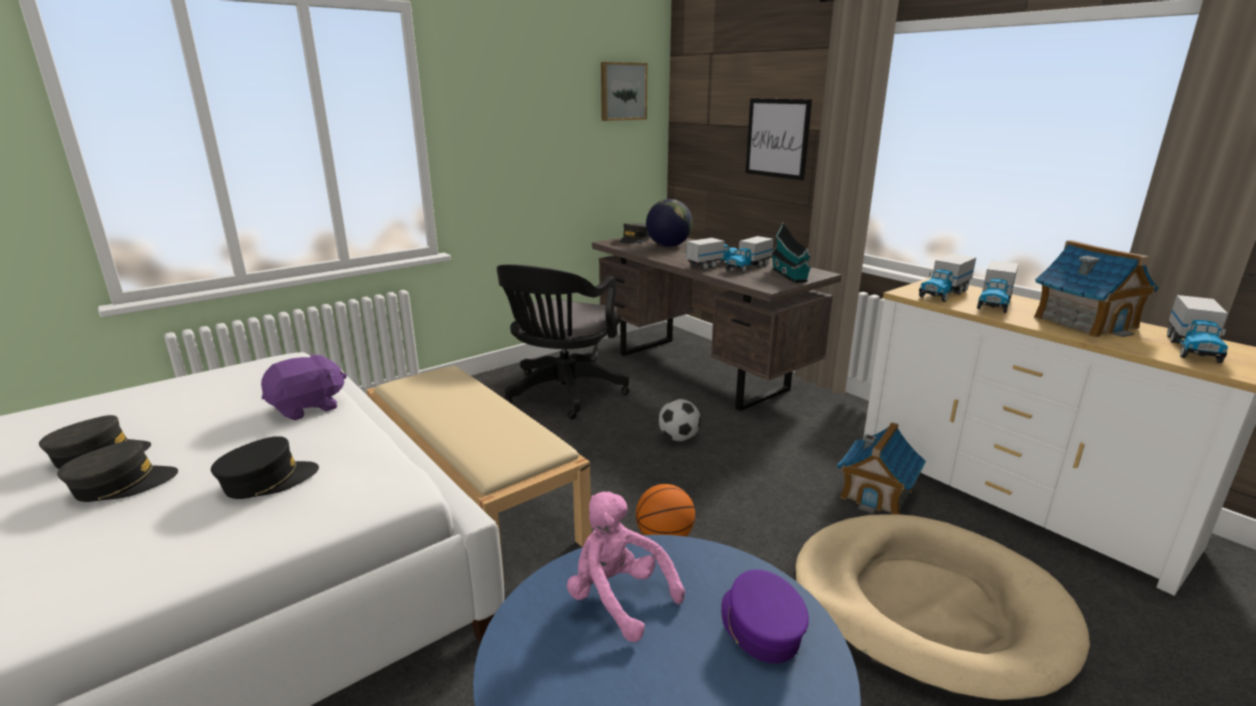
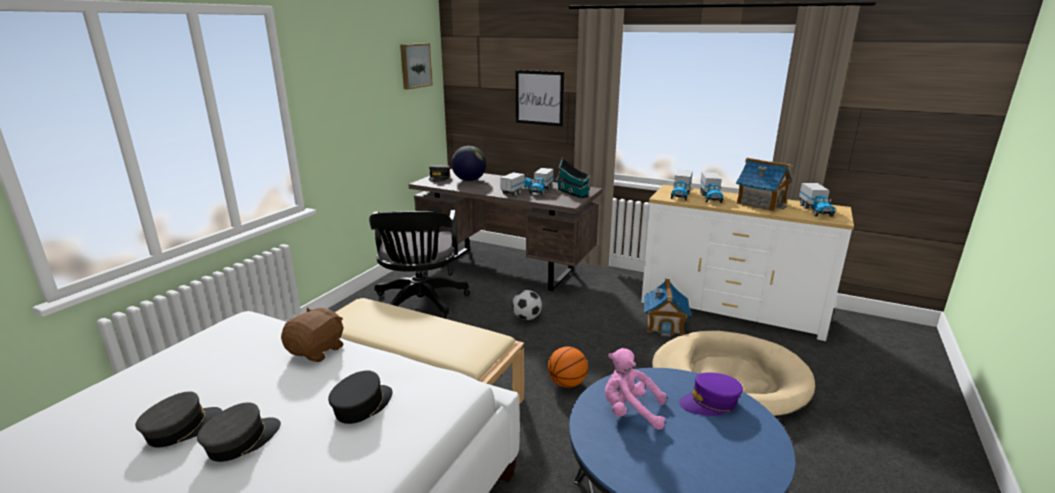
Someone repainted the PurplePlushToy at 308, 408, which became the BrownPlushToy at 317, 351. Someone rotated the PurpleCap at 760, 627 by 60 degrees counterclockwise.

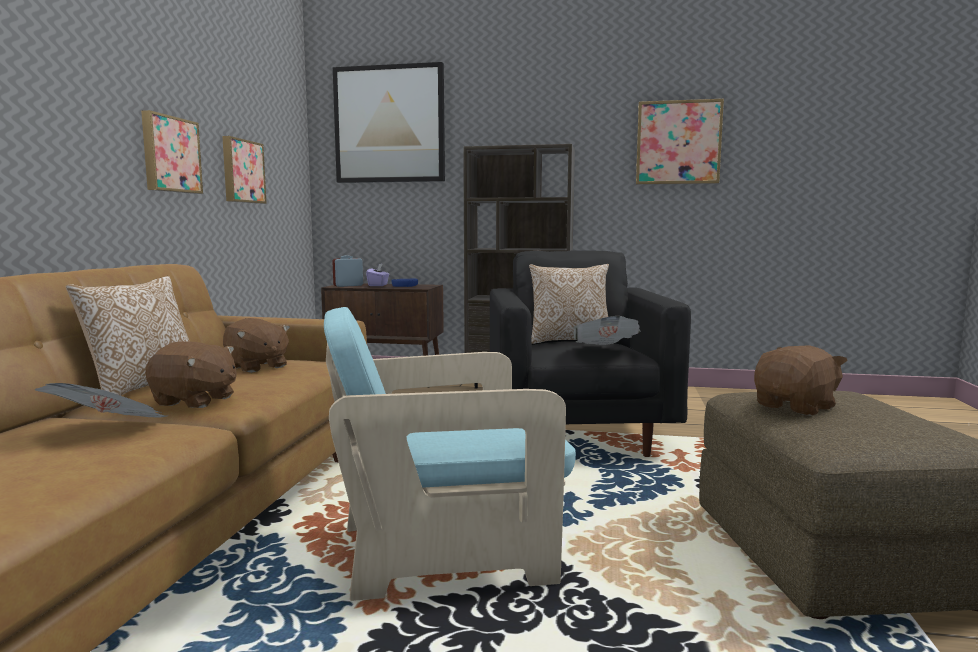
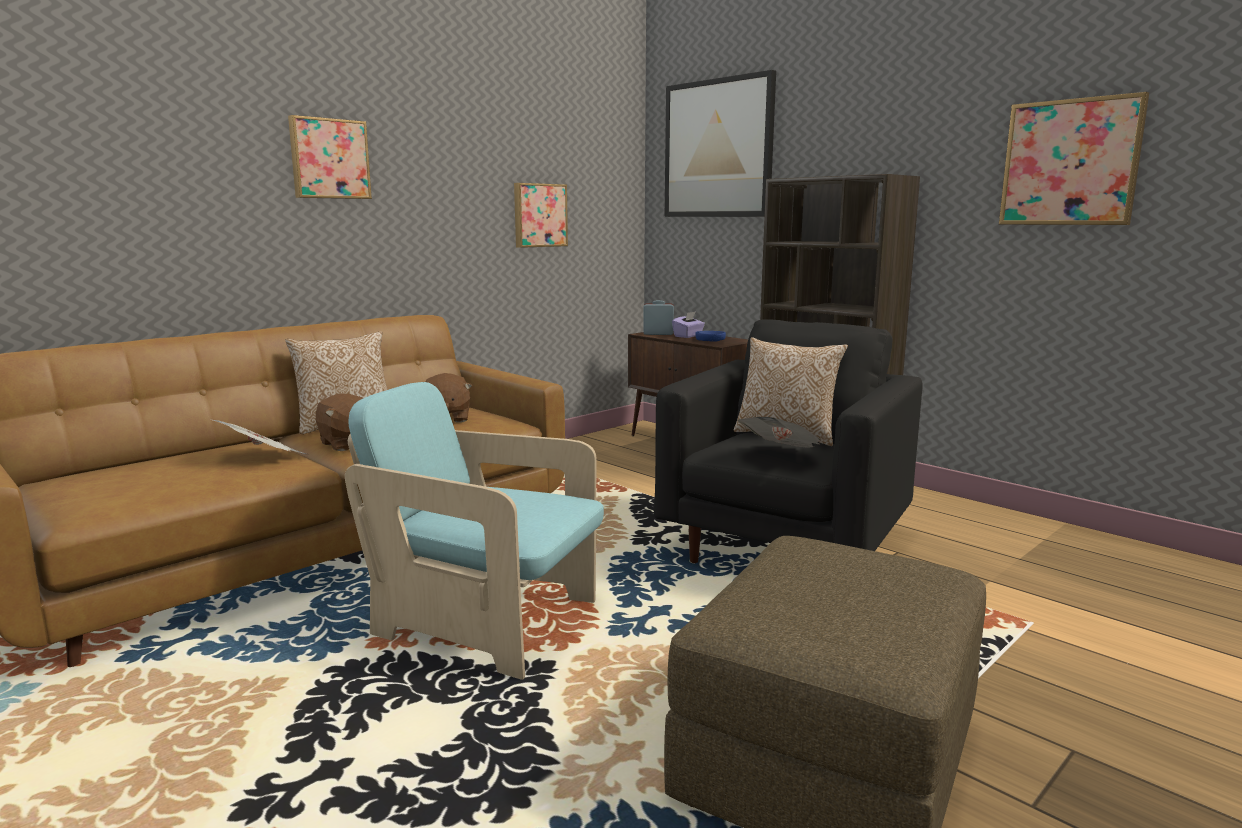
Someone carried the Picture from 170, 154 to 329, 159. Someone took away the BrownPlushToy at 796, 407.

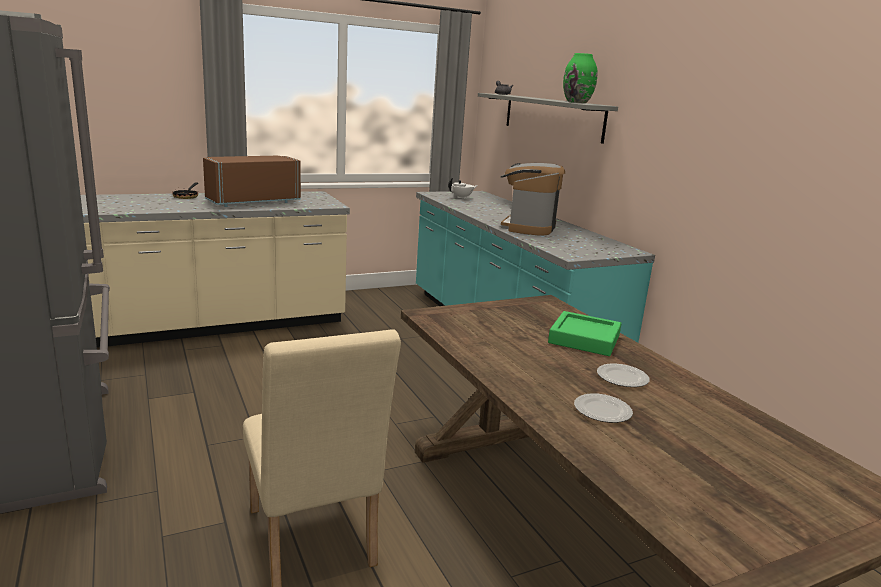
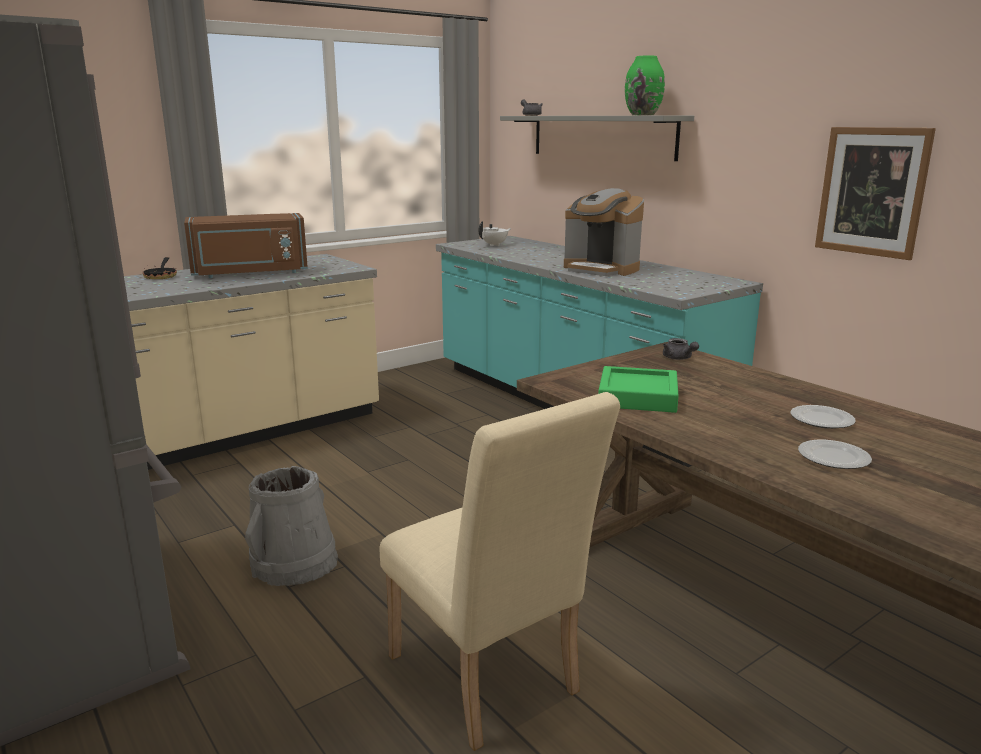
Someone rotated the BrownMicrowave at 252, 201 by 150 degrees counterclockwise. Someone put down the GreyBucket at 294, 563. Someone rotated the CoffeeMachine at 527, 228 by 60 degrees counterclockwise. Someone carried the GreenTray from 584, 339 to 637, 397. Someone put down the GreyTeapot at 679, 358. Someone put up the Picture at 872, 191.

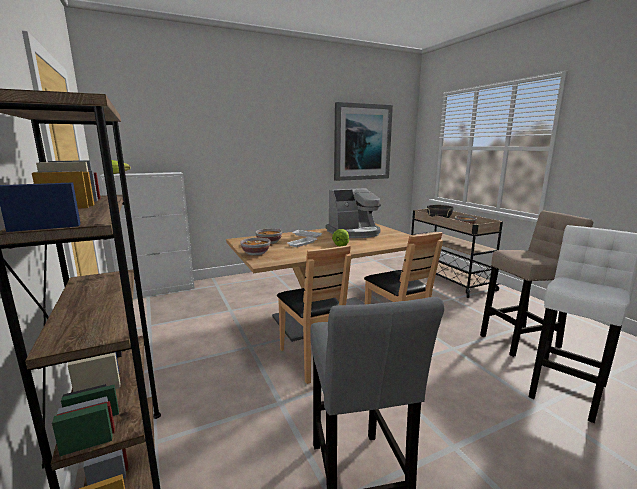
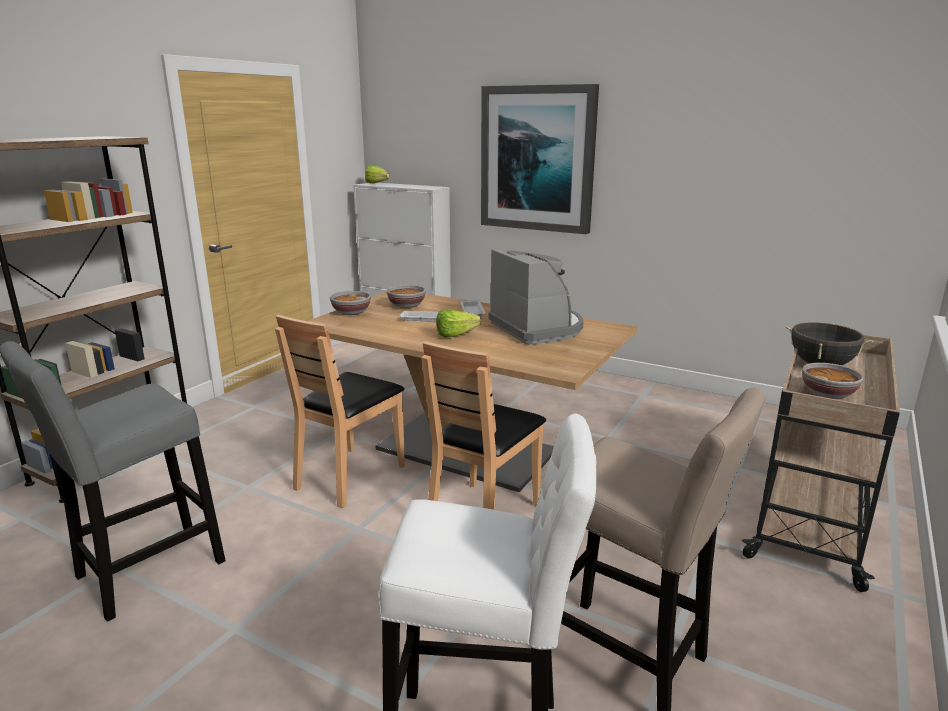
Someone carried the Picture from 362, 142 to 537, 159. Someone rotated the CoffeeMachine at 354, 233 by 150 degrees counterclockwise.

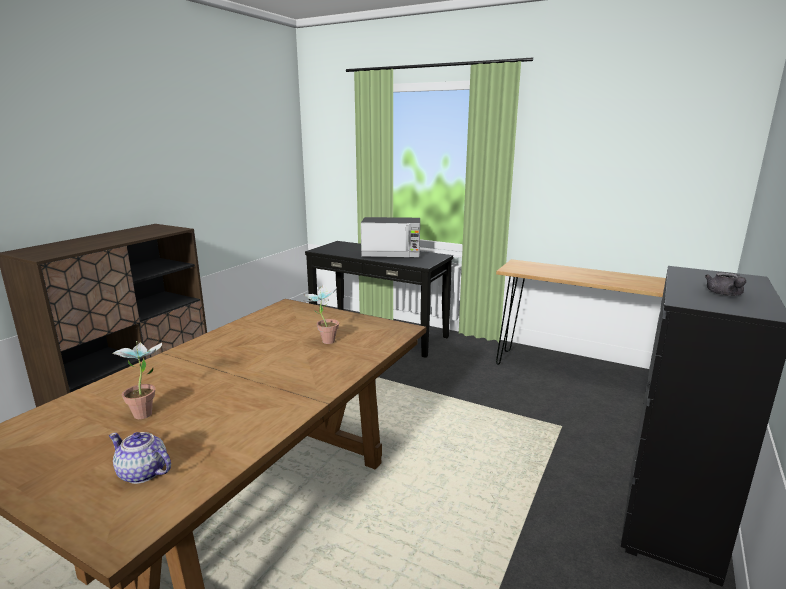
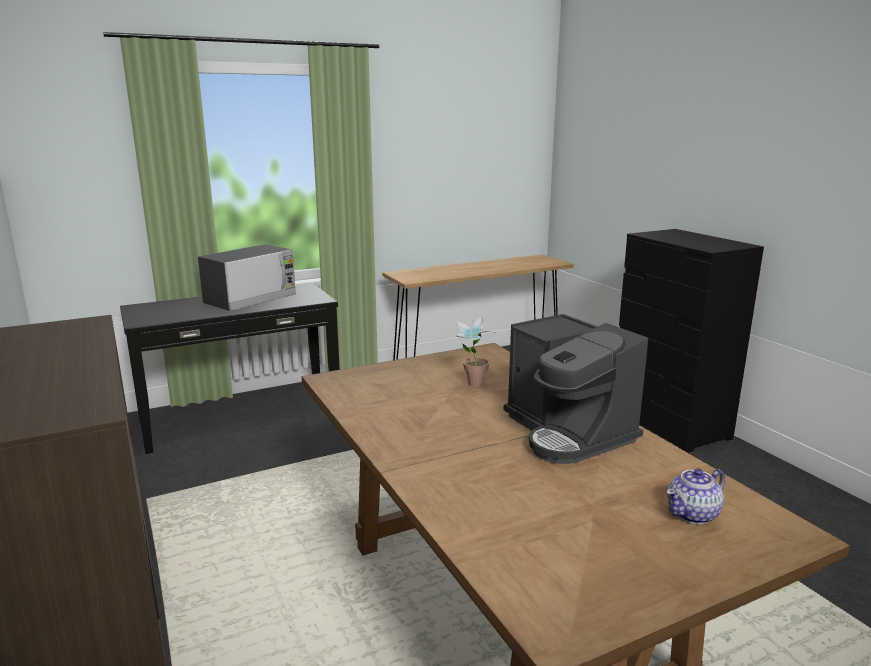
Someone put down the CoffeeMachine at 568, 432. Someone took away the PottedPlant at 147, 411. Someone took away the GreyTeapot at 725, 294.

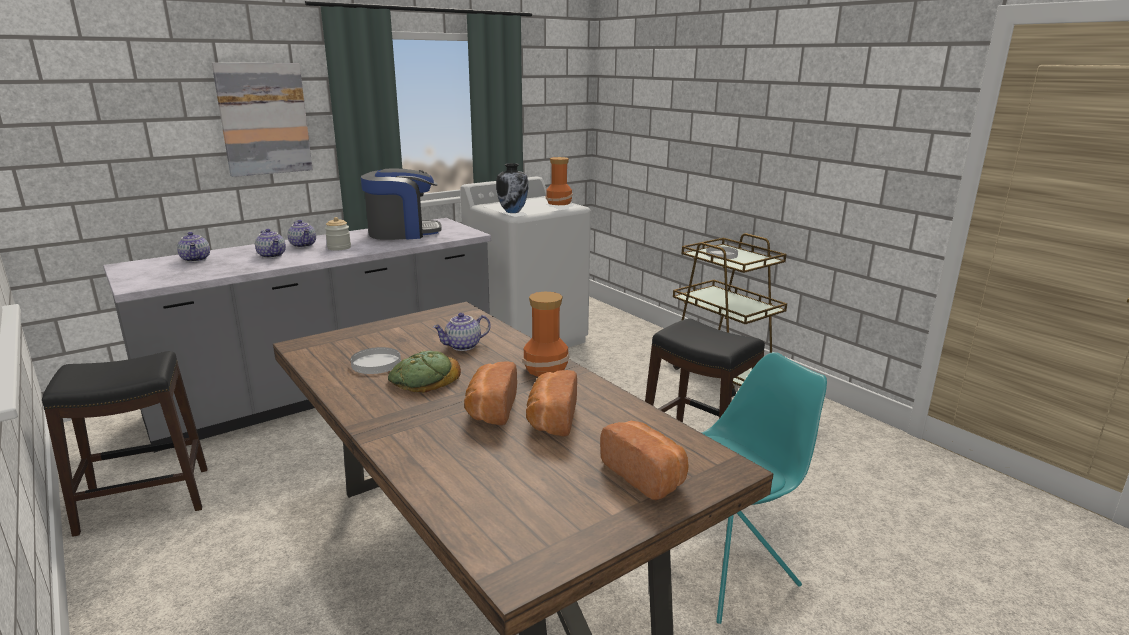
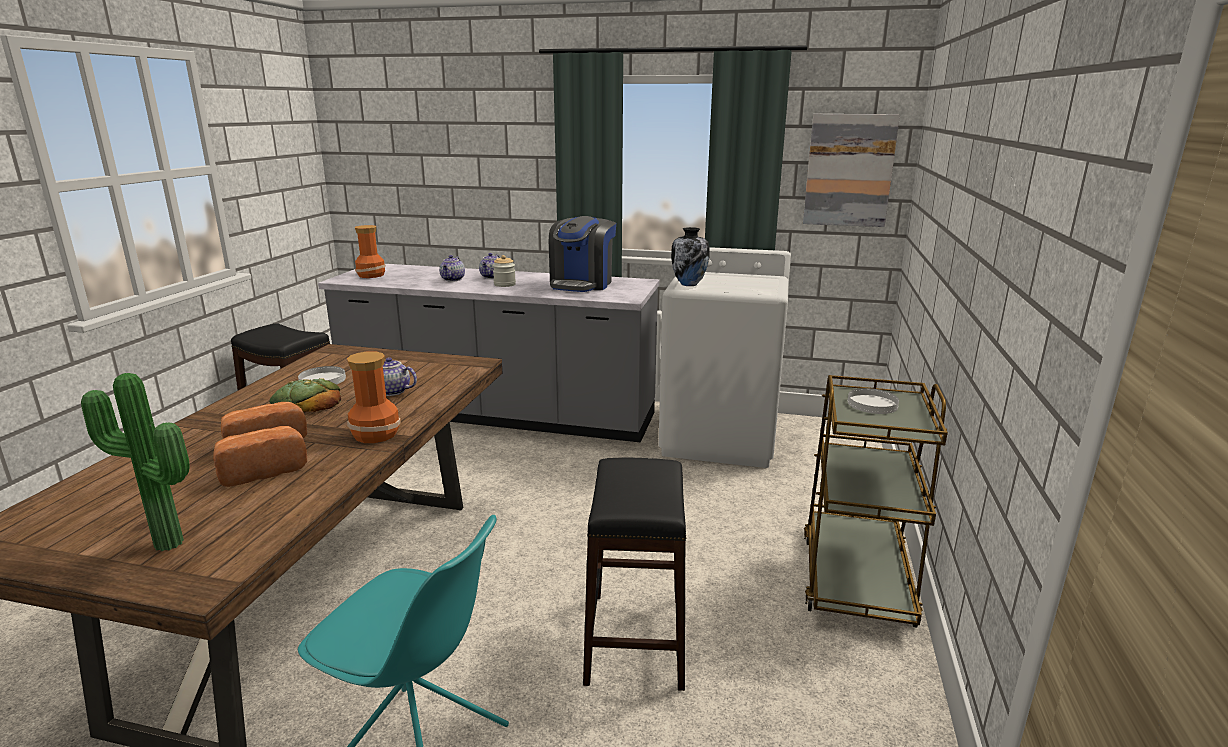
Someone swapped the Bread at 646, 475 for the PottedPlant at 164, 546. Someone carried the Vase from 559, 203 to 371, 275. Someone rotated the CoffeeMachine at 403, 233 by 75 degrees clockwise. Someone carried the Picture from 264, 119 to 849, 170. Someone took away the Teapot at 196, 259.

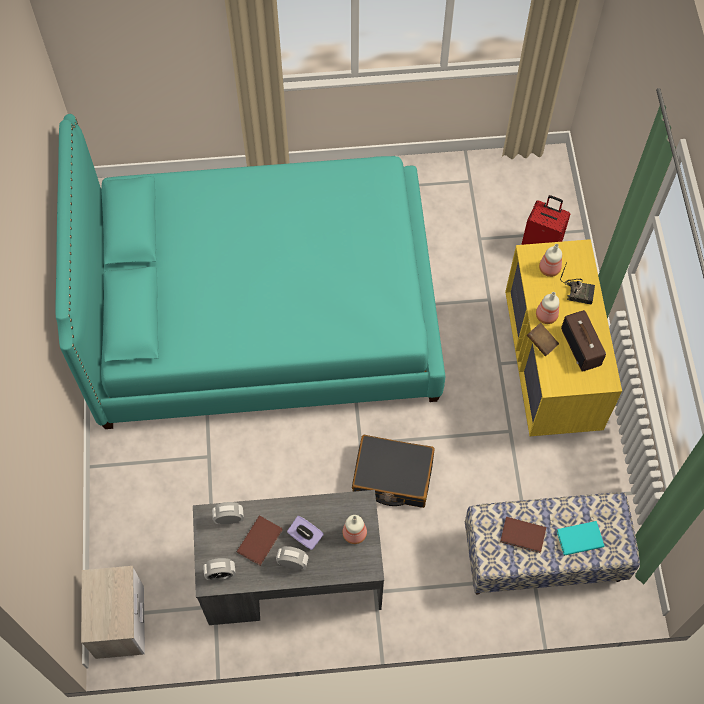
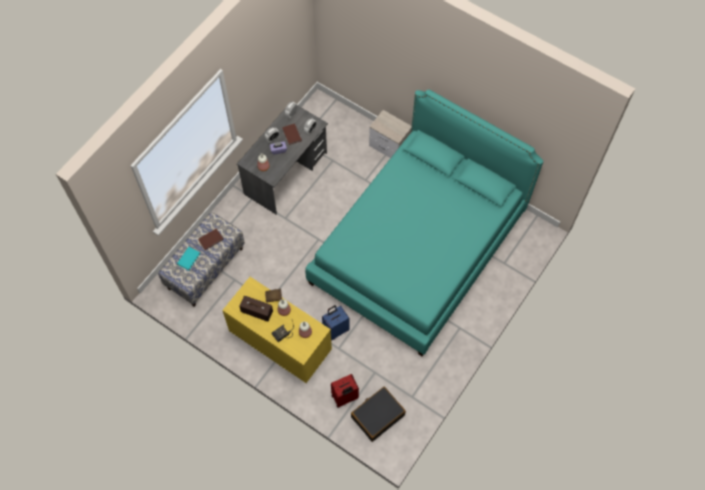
Someone put down the BlueSuitcase at 336, 329. Someone carried the BlackSuitcase from 392, 476 to 377, 415. Someone carried the Nightstand from 120, 620 to 390, 146.

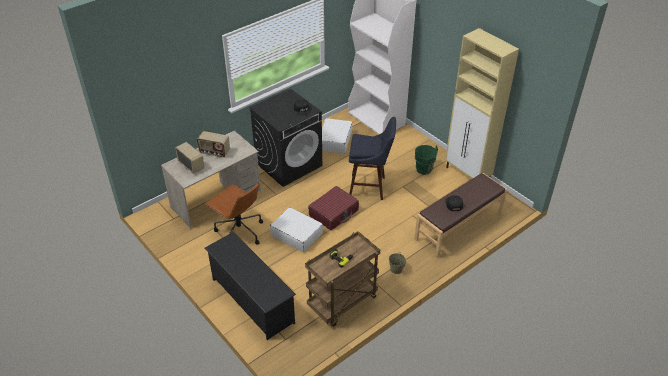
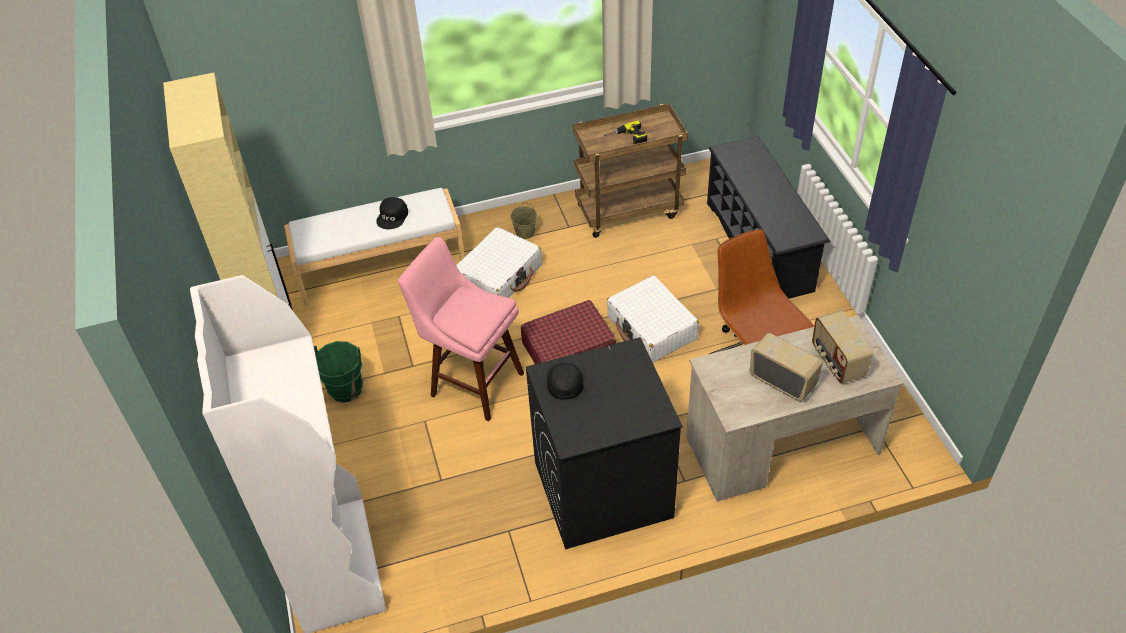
Someone repainted the BrownBench at 459, 226, which became the WhiteBench at 381, 267. Someone repainted the BlueStool at 370, 187, which became the PinkStool at 472, 382. Someone carried the WhiteSuitcase from 334, 141 to 499, 275.

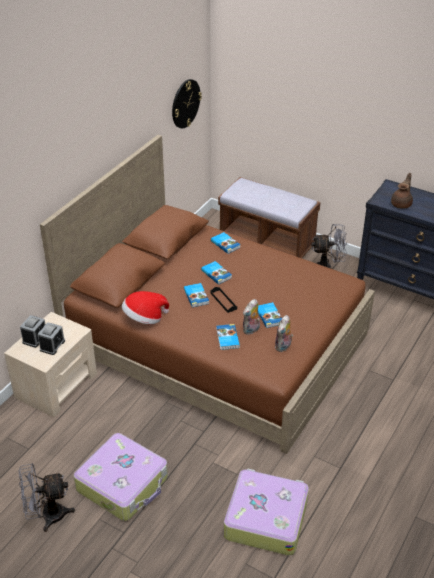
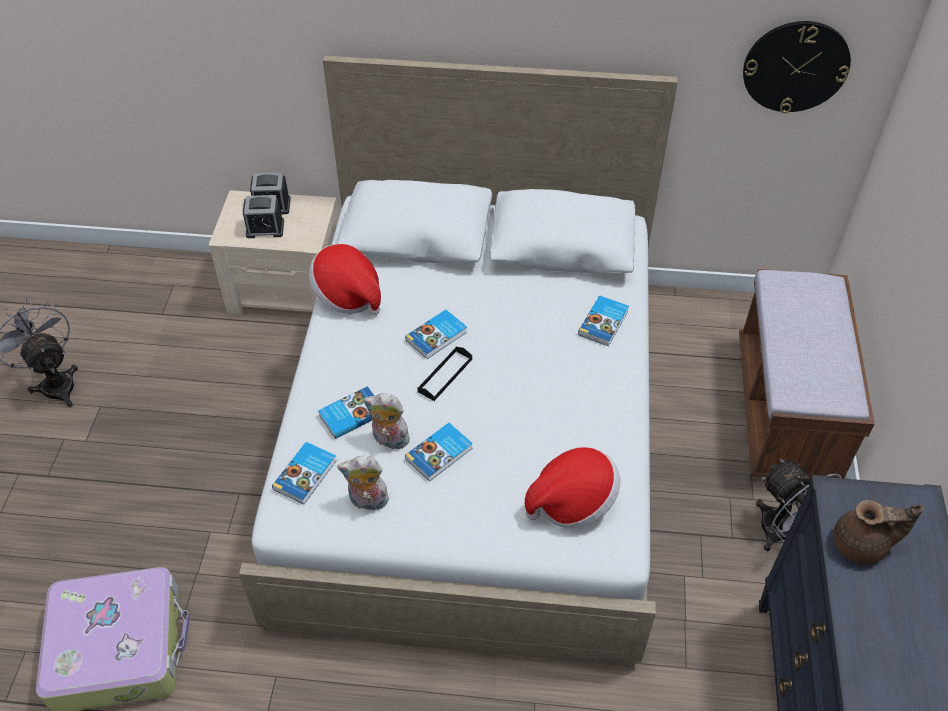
Someone repainted the BrownBed at 216, 342, which became the WhiteBed at 475, 437. Someone carried the Book from 216, 274 to 306, 475. Someone put down the Hat at 572, 501. Someone took away the Suitcase at 123, 484.

